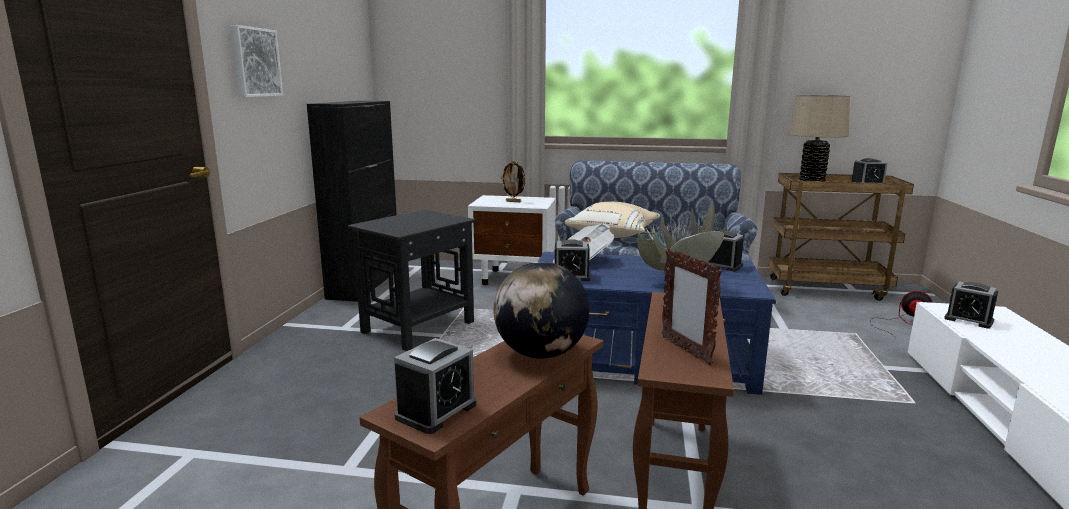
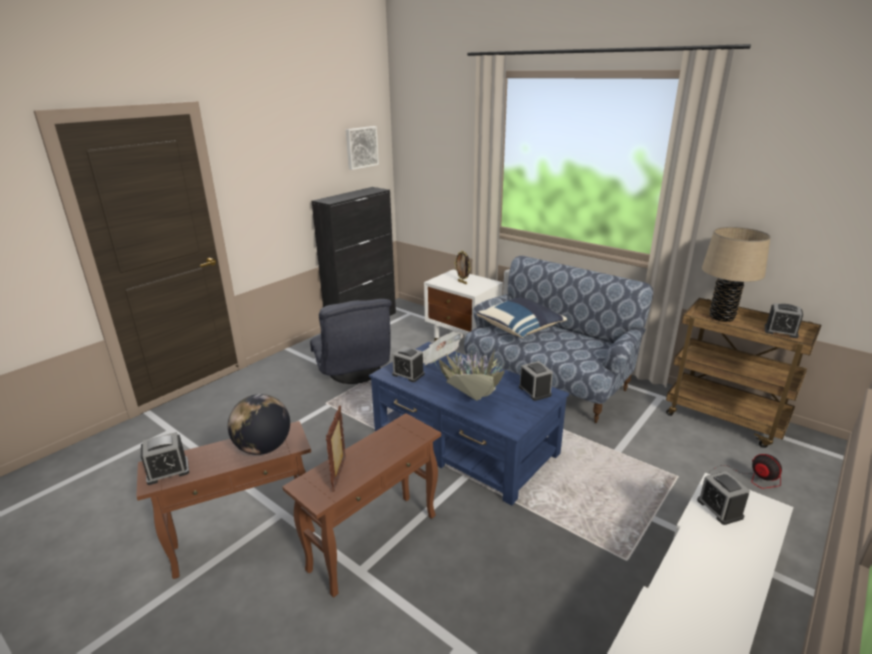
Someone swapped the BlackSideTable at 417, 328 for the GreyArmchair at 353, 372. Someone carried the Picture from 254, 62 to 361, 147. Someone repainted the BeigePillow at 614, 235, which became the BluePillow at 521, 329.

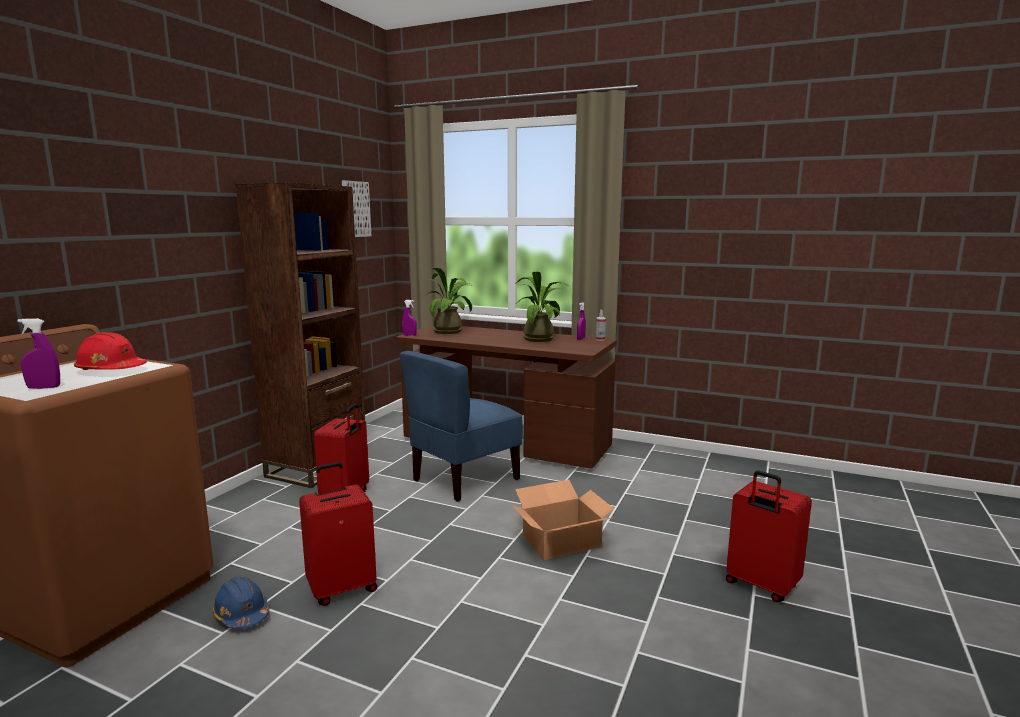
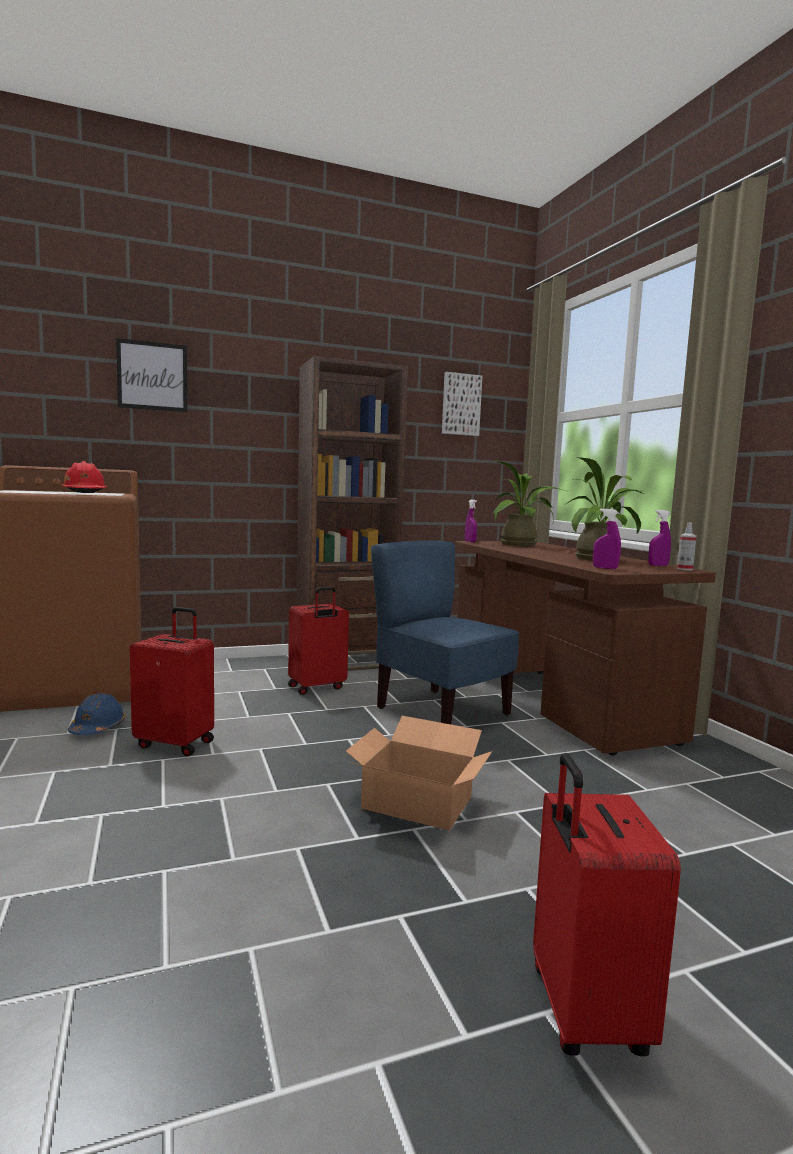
Someone put up the Picture at 152, 376. Someone rotated the BlueChair at 464, 479 by 45 degrees clockwise. Someone carried the PurpleSprayBottle from 44, 387 to 605, 568.

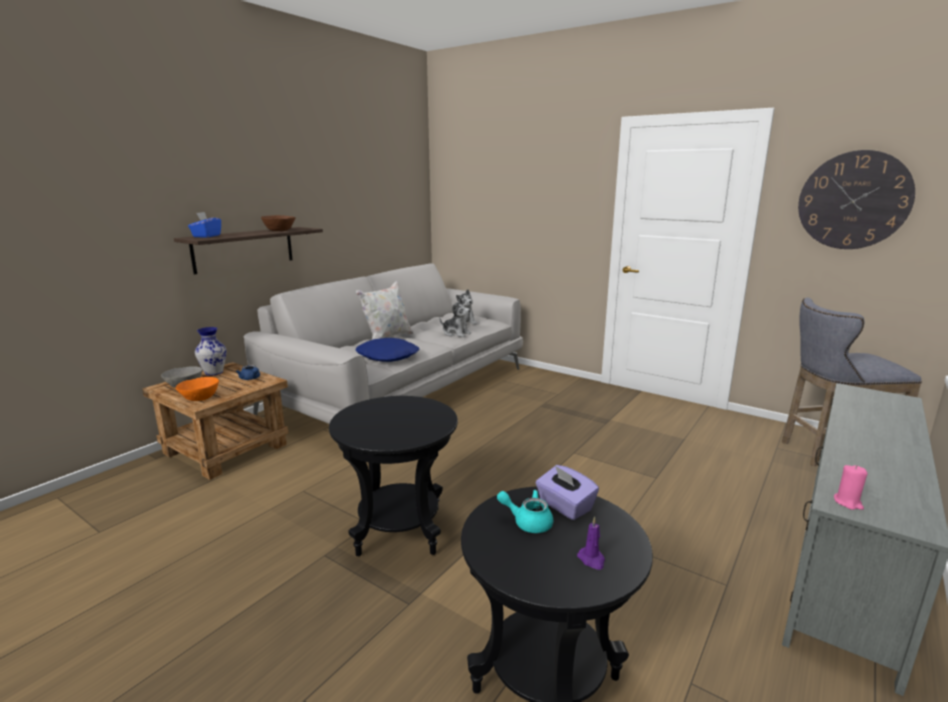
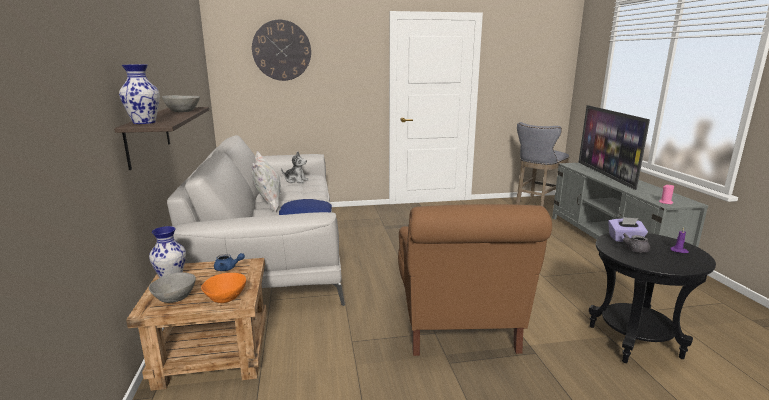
Someone swapped the BlueTissueBox at 206, 236 for the Vase at 145, 122. Someone repainted the BrownBowl at 279, 231, which became the GreyBowl at 183, 111. Someone carried the WallClock from 853, 200 to 281, 50. Someone swapped the BlackSideTable at 399, 531 for the BrownArmchair at 458, 326. Someone put down the Television at 606, 175. Someone repainted the TurquoiseTeapot at 527, 522, which became the GreyTeapot at 634, 250. Someone took away the PlushToy at 456, 333.

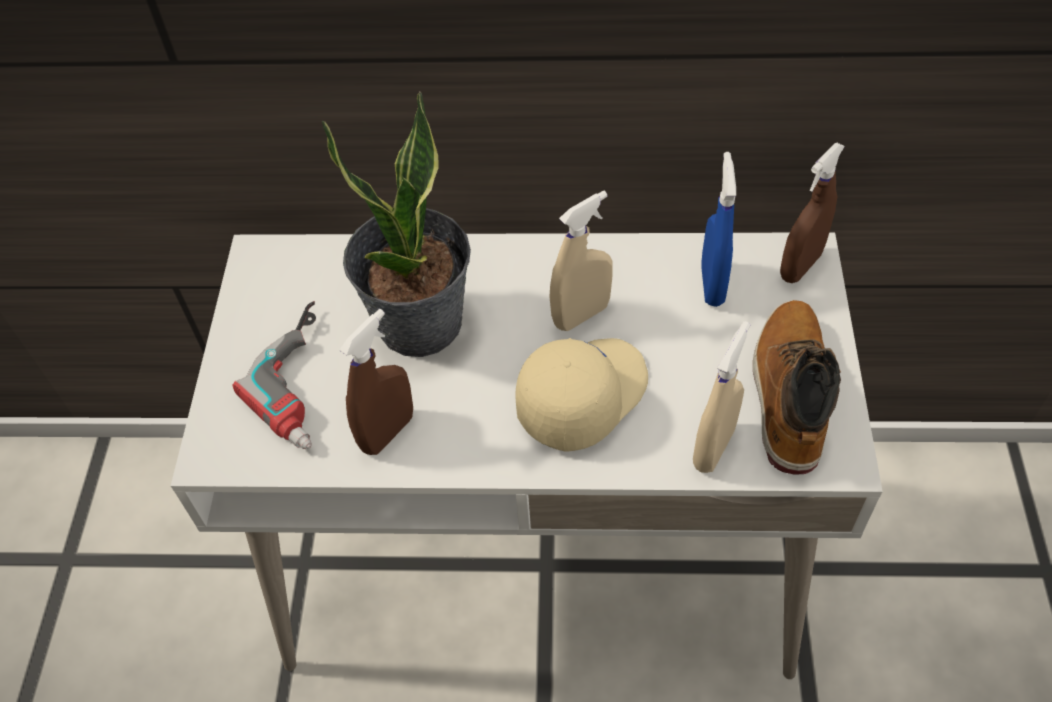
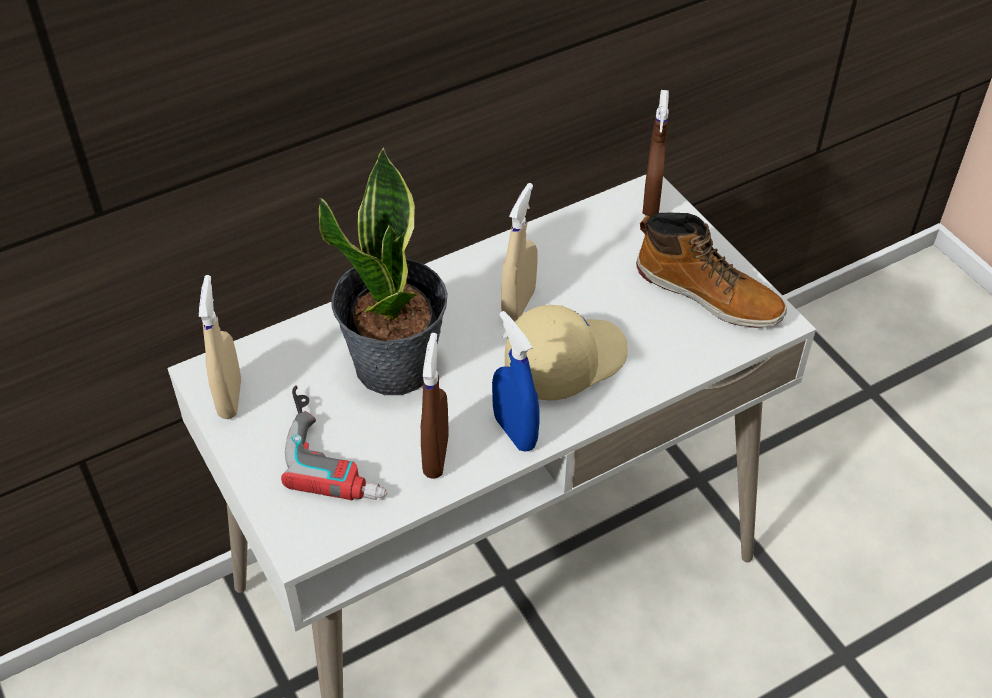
Someone carried the BeigeSprayBottle from 713, 448 to 230, 398. Someone carried the BlueSprayBottle from 712, 285 to 514, 432. Someone rotated the BeigeCap at 581, 396 by 45 degrees clockwise. Someone rotated the Boot at 788, 393 by 150 degrees clockwise.

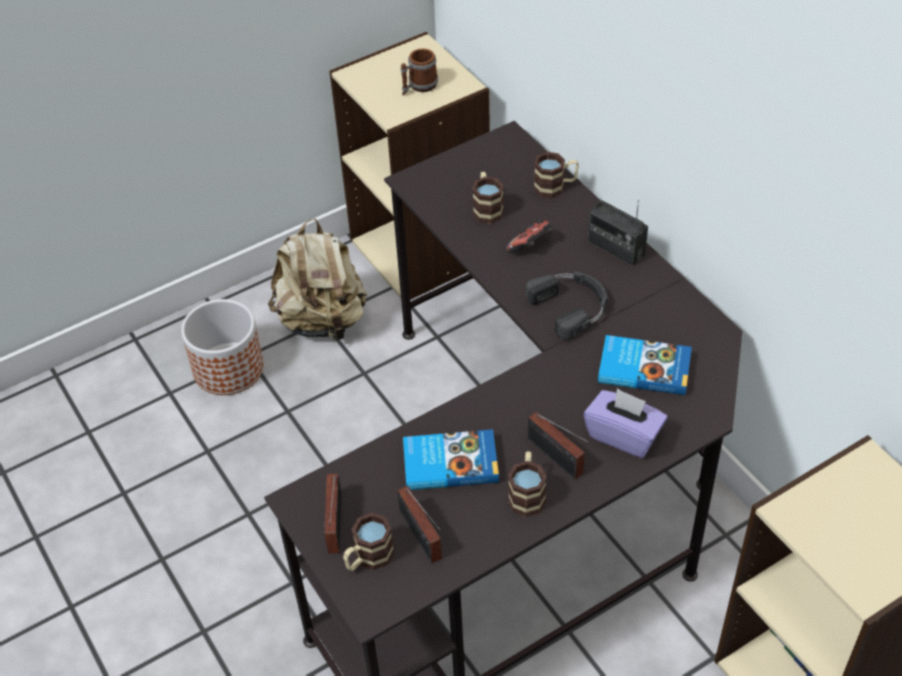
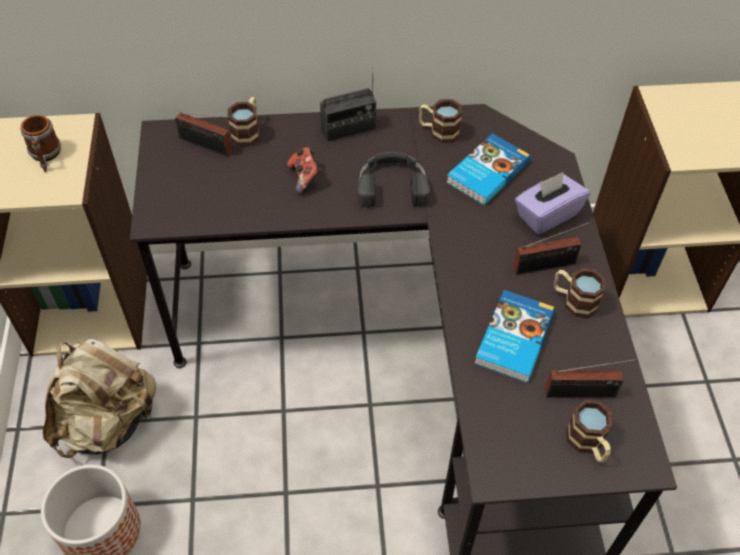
Someone carried the Radio from 334, 527 to 208, 146. Someone carried the Mug from 487, 208 to 438, 132.

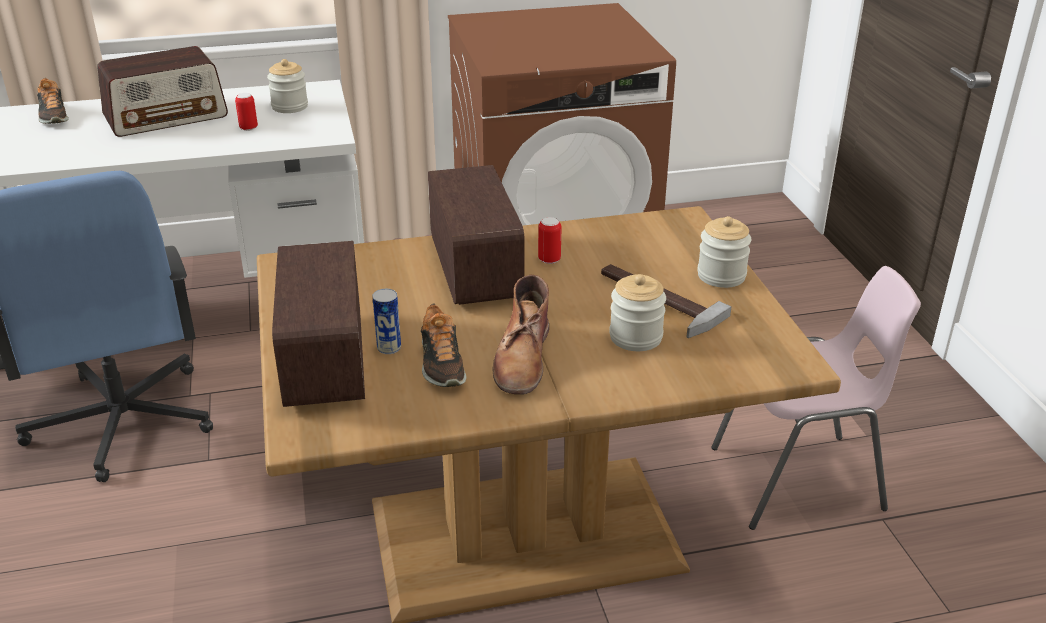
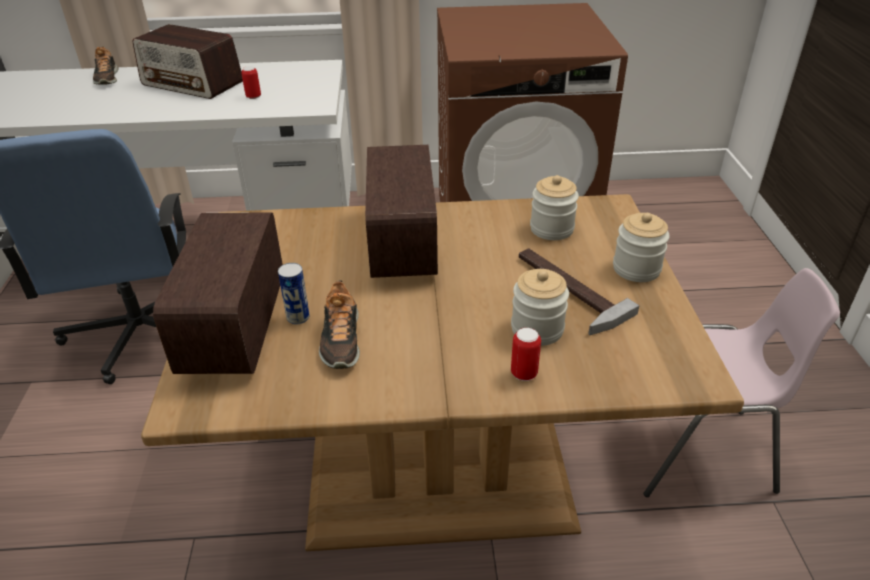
Someone rotated the Radio at 167, 117 by 45 degrees clockwise. Someone carried the Can from 549, 260 to 524, 373. Someone carried the Jar from 290, 107 to 551, 229. Someone took away the BrownBoot at 522, 358.

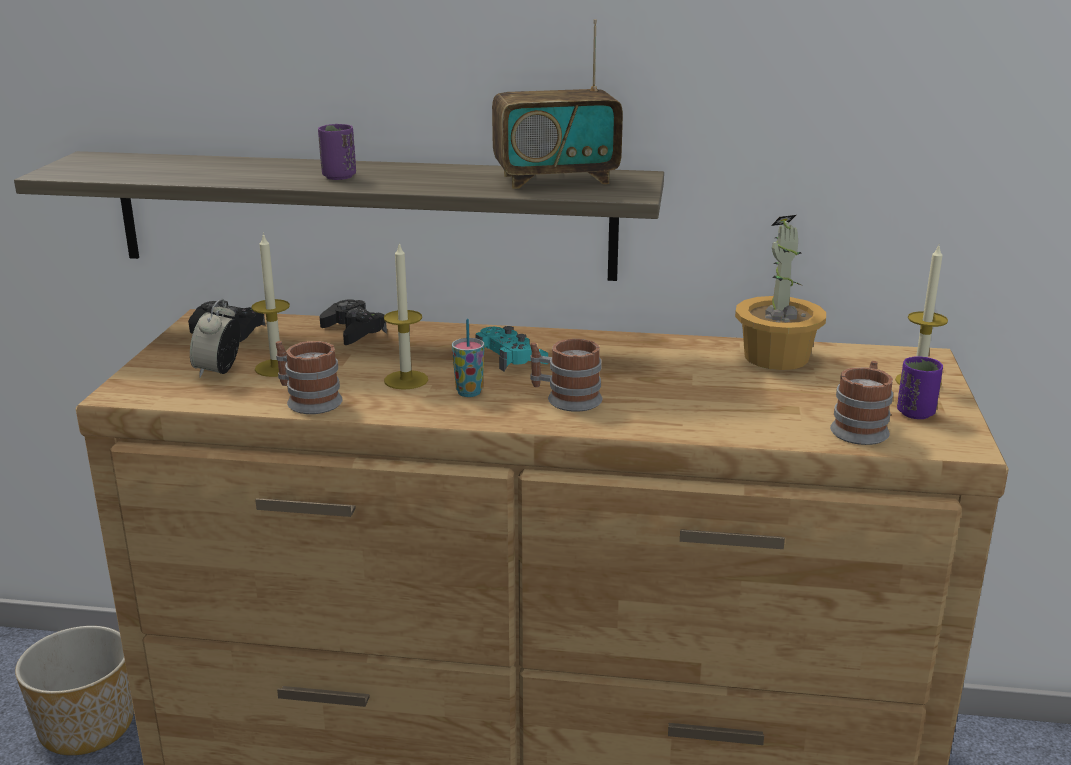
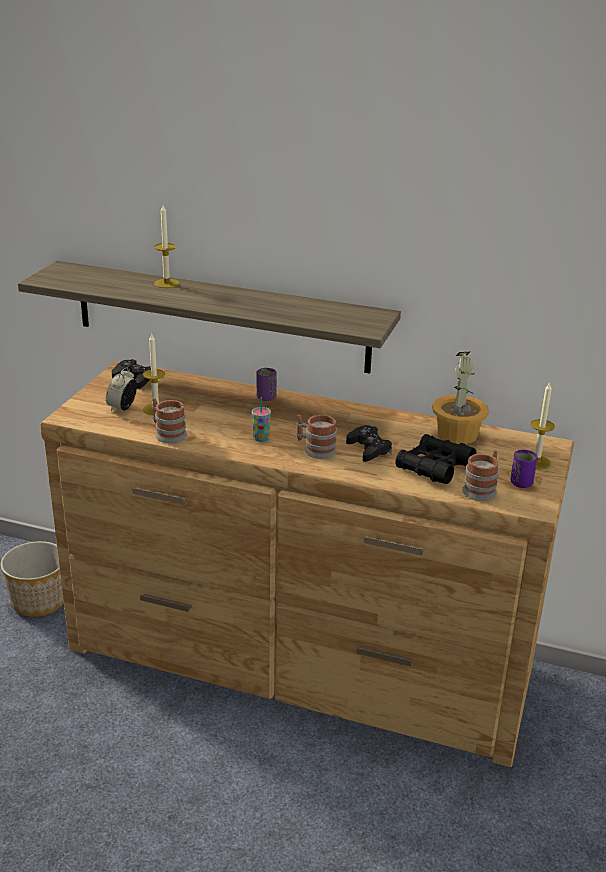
Someone carried the Candle from 406, 380 to 166, 283. Someone carried the PurpleCup from 339, 176 to 266, 397. Someone carried the BlackGameController from 353, 331 to 368, 449. Someone put down the BlackBinoculars at 434, 467. Someone took away the TurquoiseGameController at 510, 358. Someone took away the Radio at 555, 179.

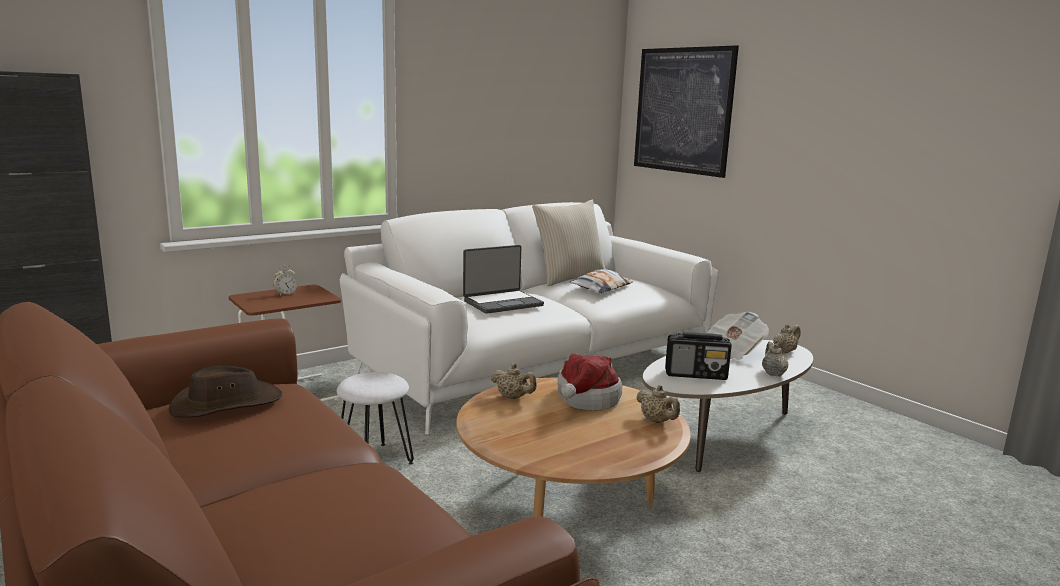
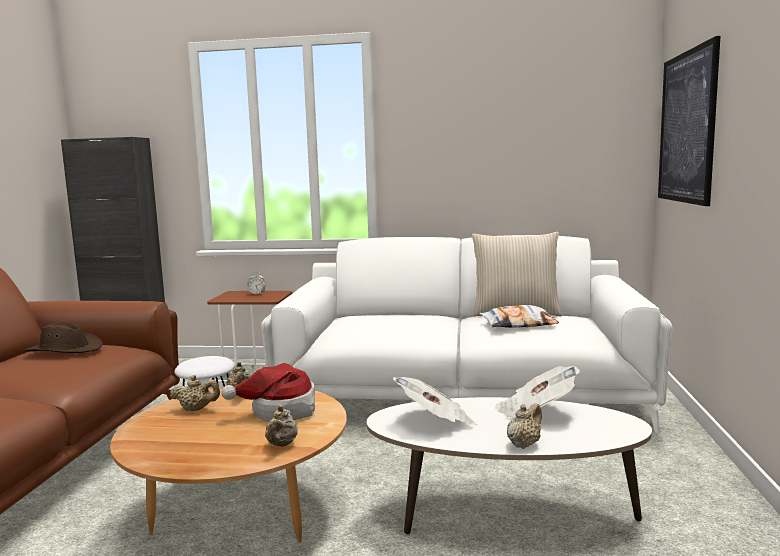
Someone carried the BeigeTeapot from 784, 351 to 196, 409. Someone swapped the Radio at 696, 375 for the Newspaper at 436, 421. Someone took away the Laptop at 502, 303.

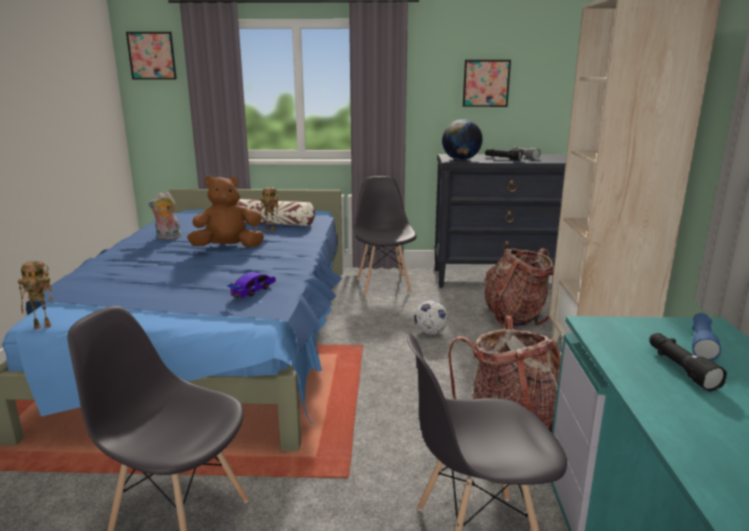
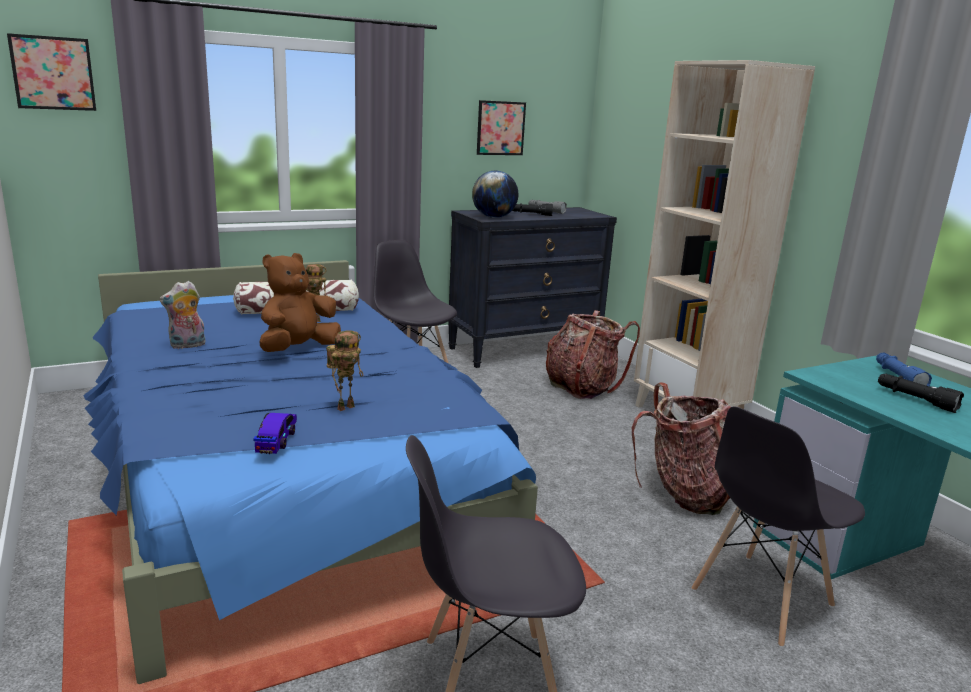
Someone carried the ToyCar from 253, 290 to 277, 439. Someone carried the ToyRobot from 44, 326 to 345, 407. Someone took away the Football at 430, 332.

